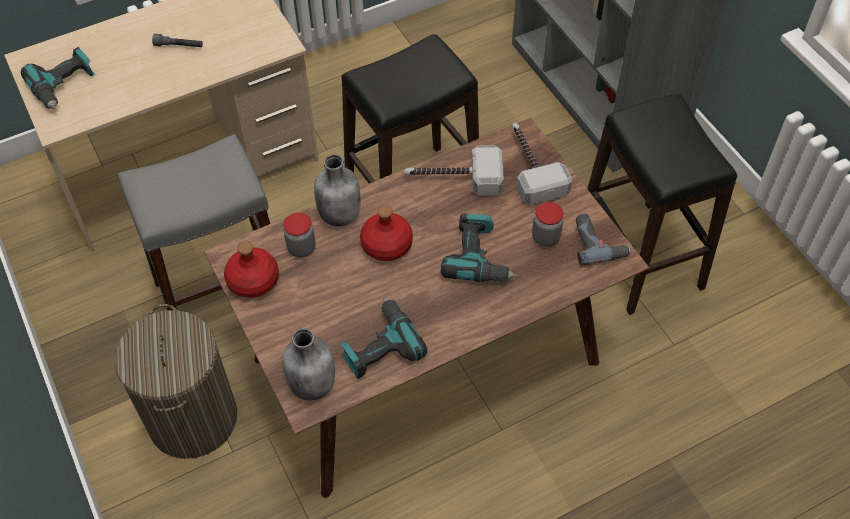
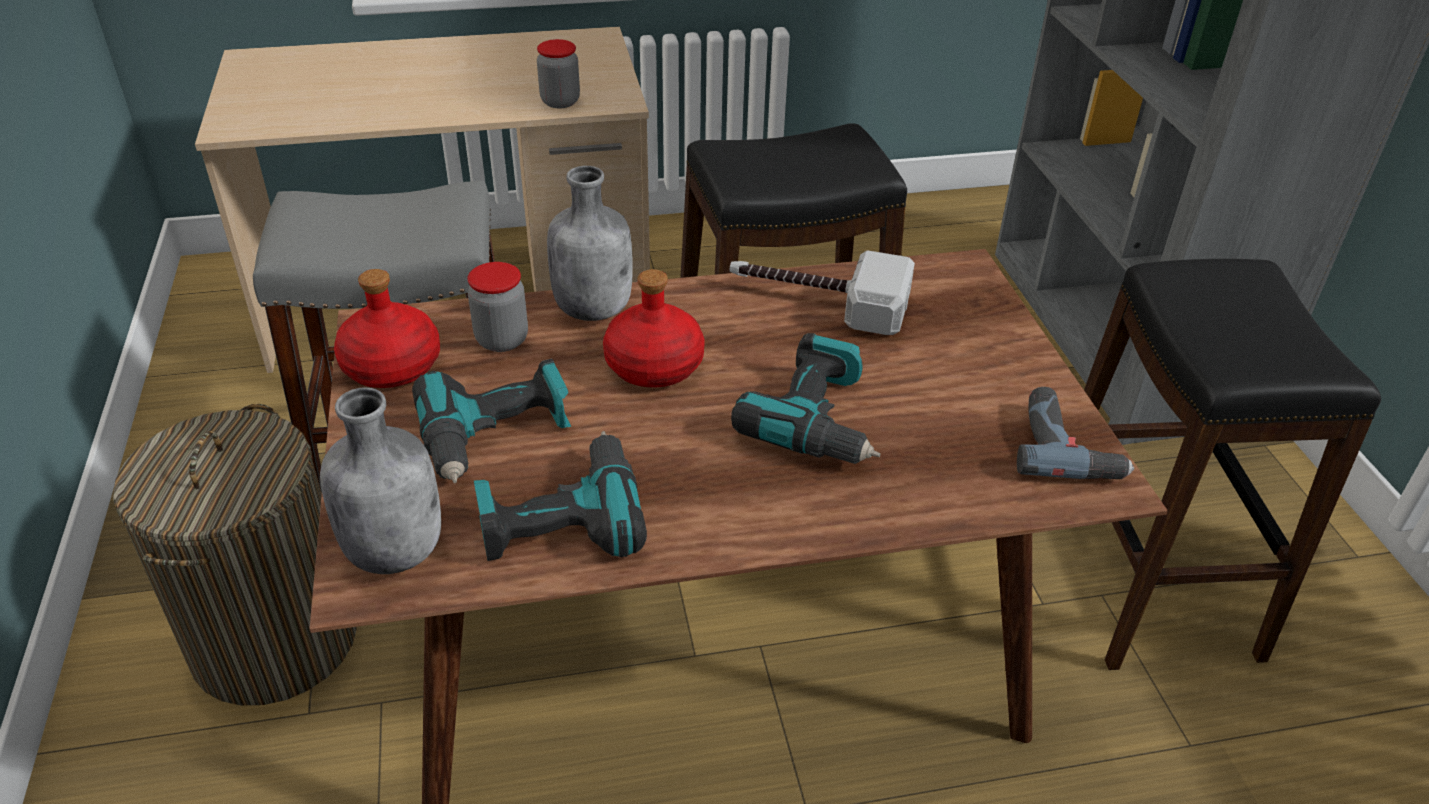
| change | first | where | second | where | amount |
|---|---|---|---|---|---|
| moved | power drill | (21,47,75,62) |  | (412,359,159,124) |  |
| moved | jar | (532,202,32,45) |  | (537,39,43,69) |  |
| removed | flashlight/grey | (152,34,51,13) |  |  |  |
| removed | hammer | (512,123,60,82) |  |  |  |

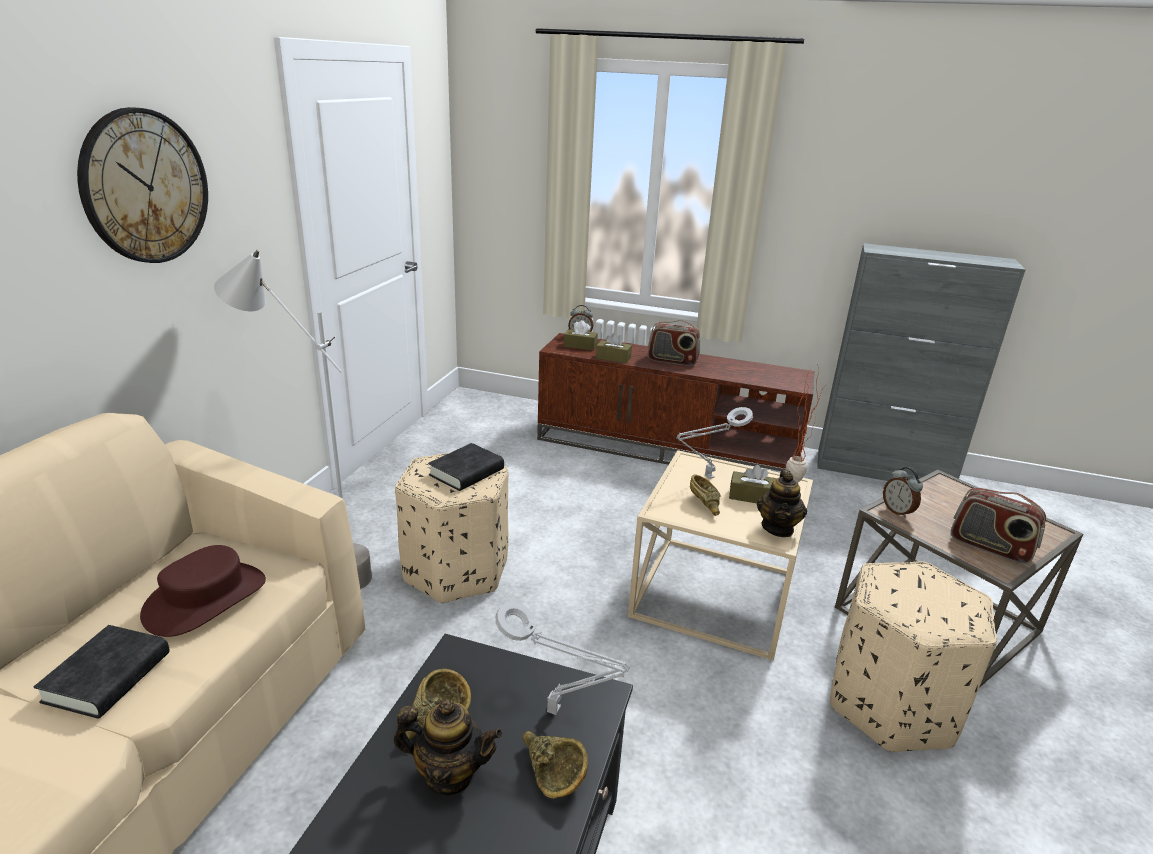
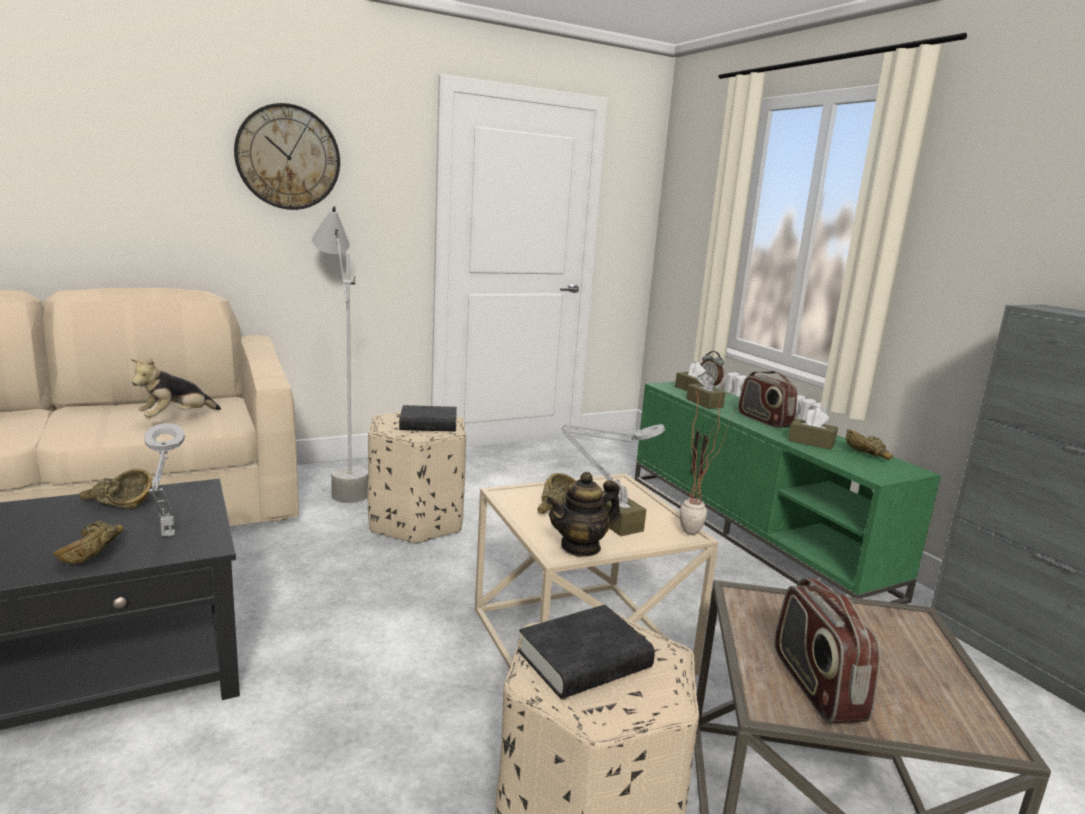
| change | first | where | second | where | amount |
|---|---|---|---|---|---|
| replaced | hat/brown | (140,545,126,92) | plush toy | (131,358,90,60) |  |
| moved | book/black | (34,625,136,93) |  | (518,605,137,94) |  |
| recoloured | tv stand/brown | (537,333,278,138) | tv stand/green | (635,381,306,223) |  |
| added |  |  | tissue box/brown | (788,408,50,42) |  |
| added |  |  | bowl/brown | (846,429,47,31) |  |
| removed | teapot | (394,699,108,96) |  |  |  |
| removed | alarm clock | (883,467,40,51) |  |  |  |

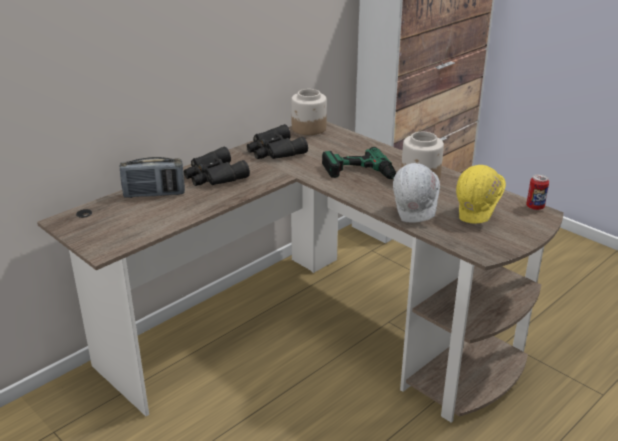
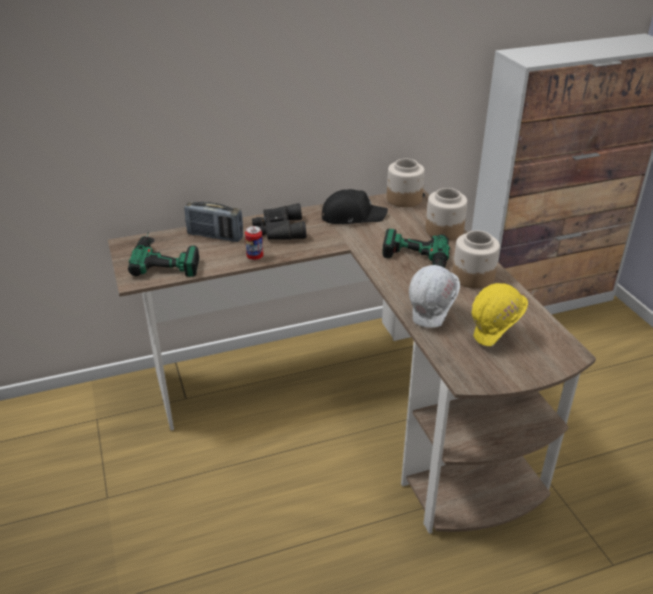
| change | first | where | second | where | amount |
|---|---|---|---|---|---|
| added |  |  | power drill | (128,231,71,46) |  |
| moved | can | (526,174,23,36) |  | (245,226,18,34) |  |
| replaced | binoculars/black | (247,124,61,35) | cap/black | (322,189,66,35) |  |
| added |  |  | jar | (425,188,43,52) |  |

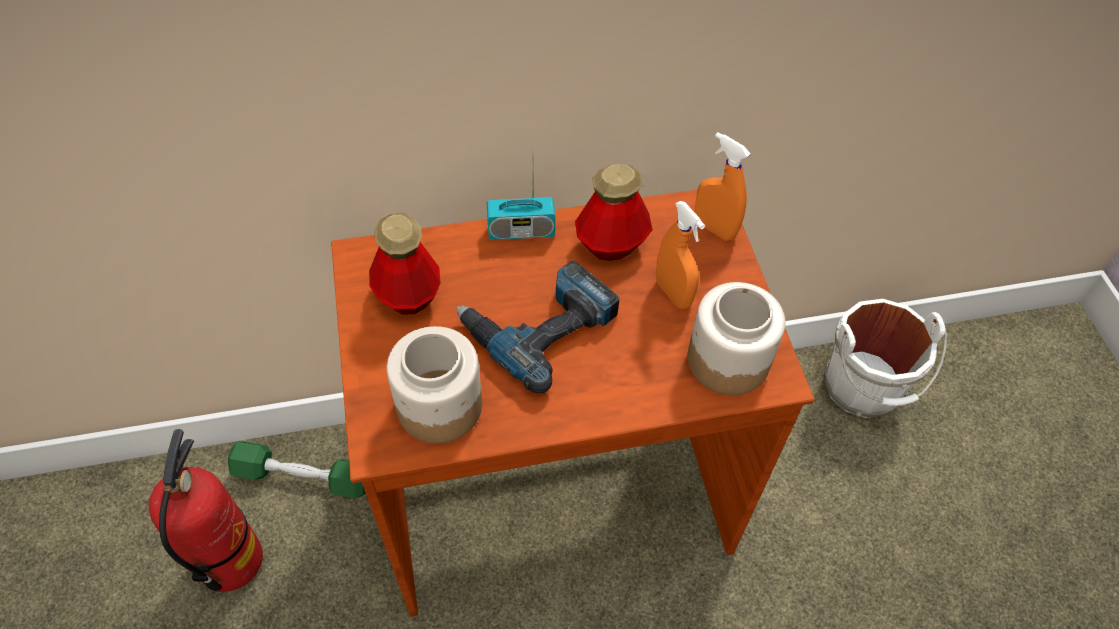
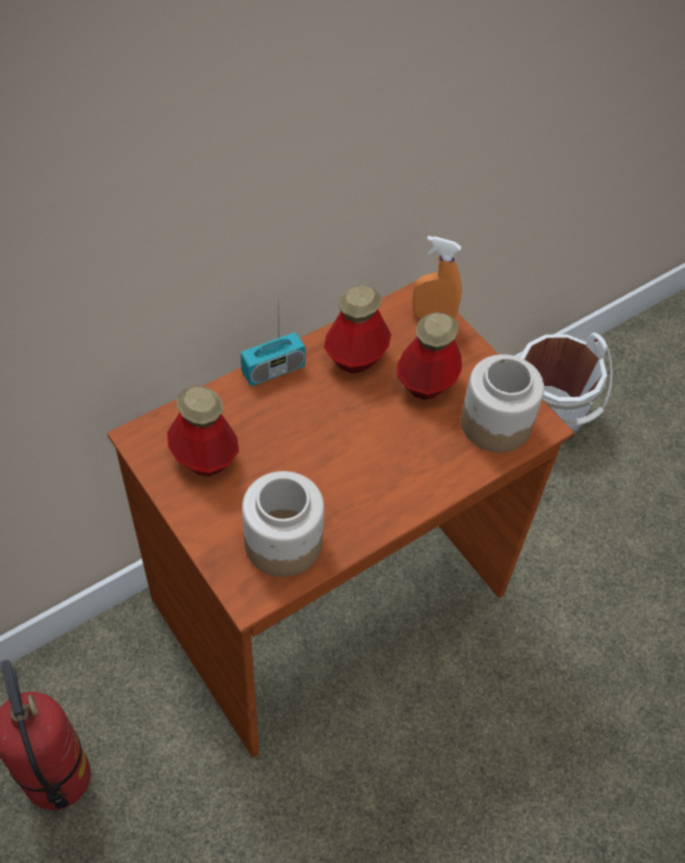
| change | first | where | second | where | amount |
|---|---|---|---|---|---|
| replaced | spray bottle/orange | (656,201,49,108) | bottle | (397,312,65,88) |  |
| removed | dumbbell/green | (228,442,138,56) |  |  |  |
| removed | power drill | (457,260,162,134) |  |  |  |

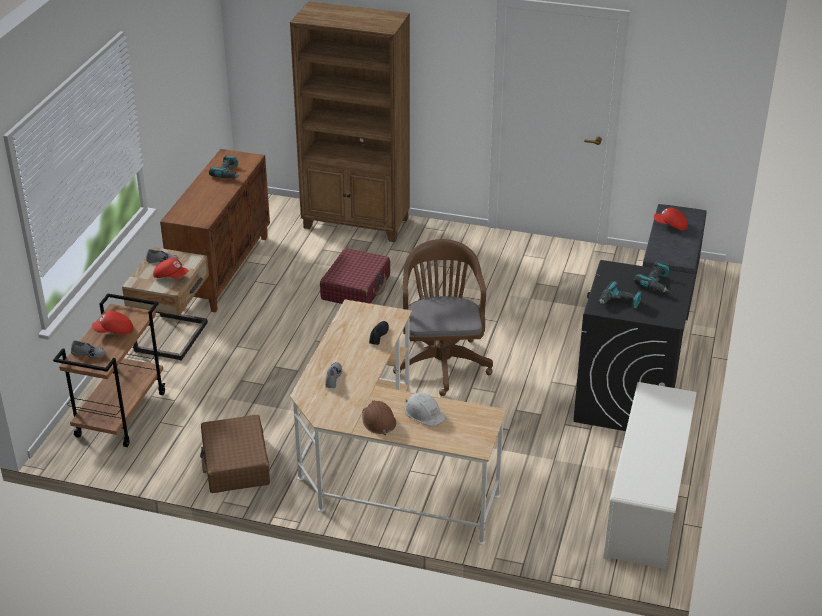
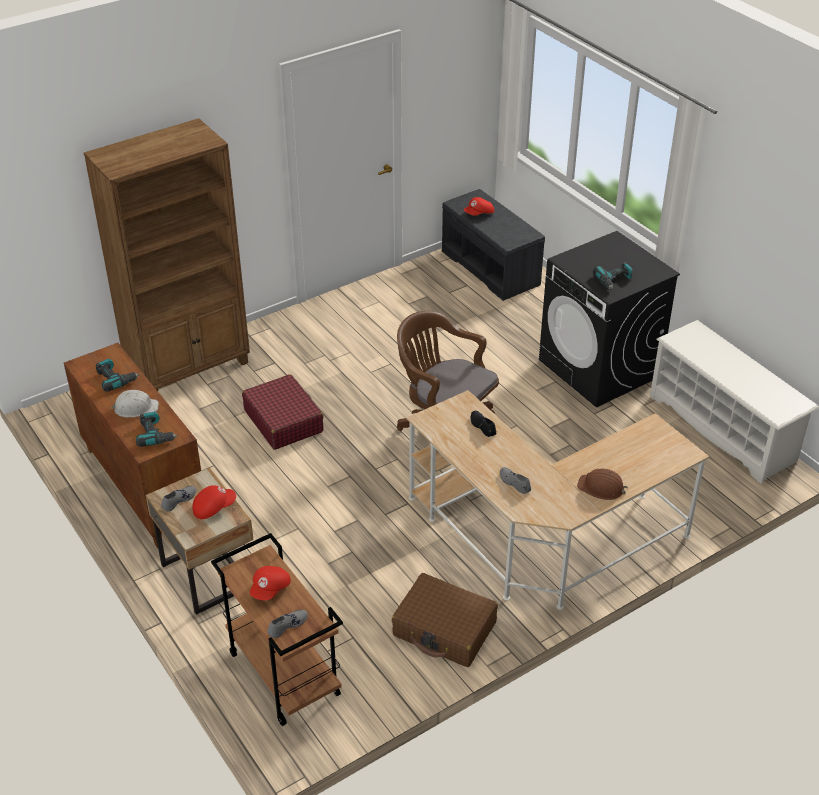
| change | first | where | second | where | amount |
|---|---|---|---|---|---|
| moved | hard hat/white | (405,393,41,34) |  | (111,390,48,28) |  |
| moved | power drill | (634,262,35,31) |  | (136,412,42,35) |  |

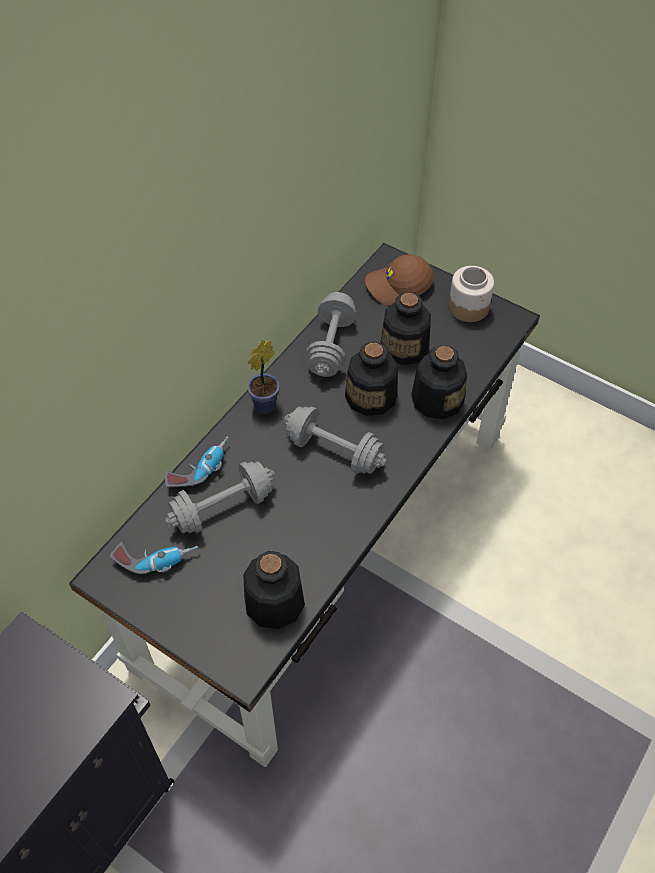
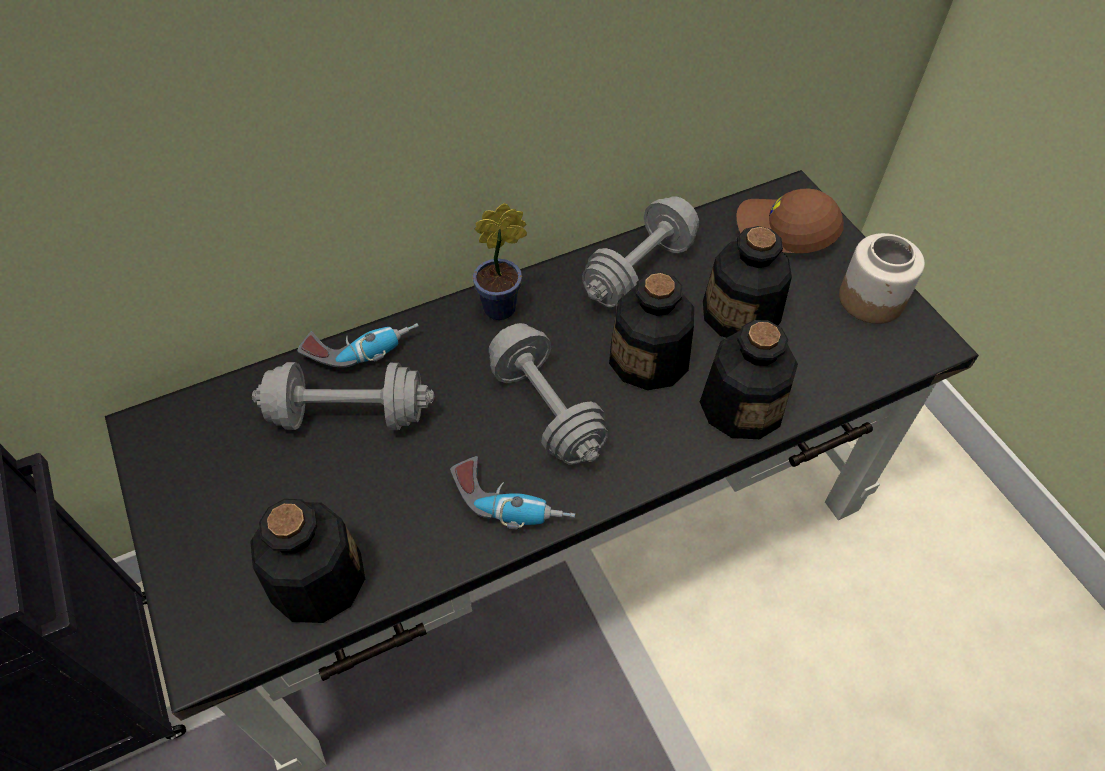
| change | first | where | second | where | amount |
|---|---|---|---|---|---|
| moved | power drill | (110,542,88,32) |  | (450,456,125,74) |  |

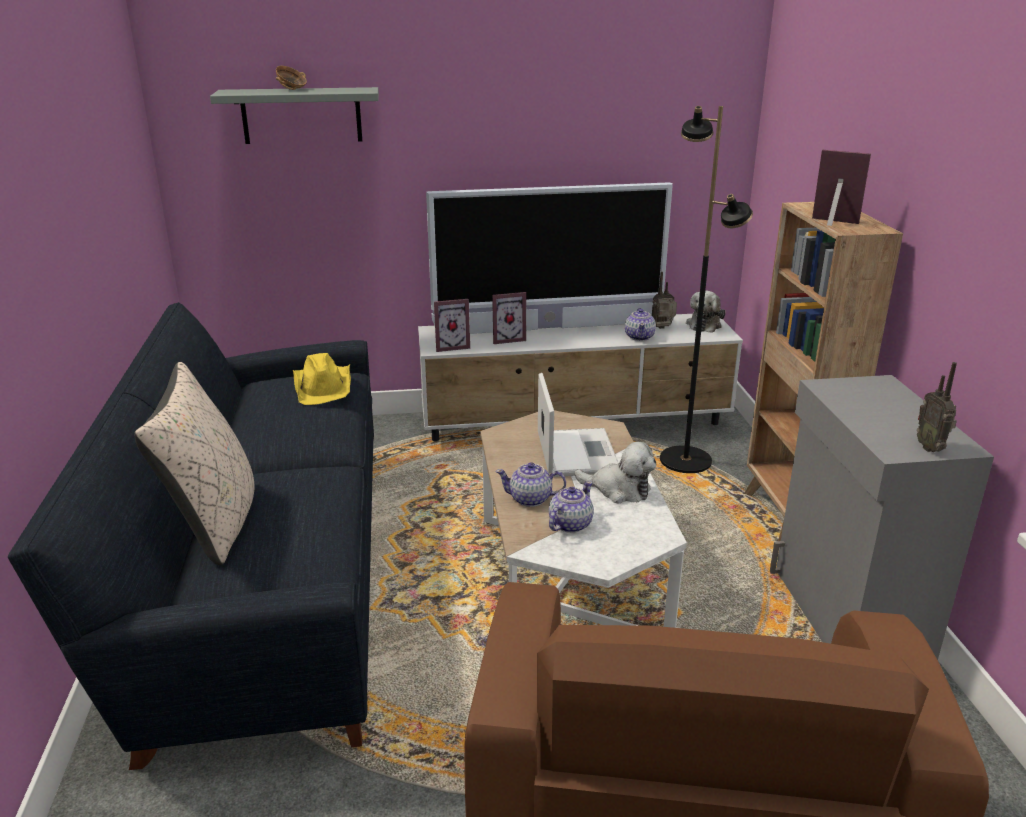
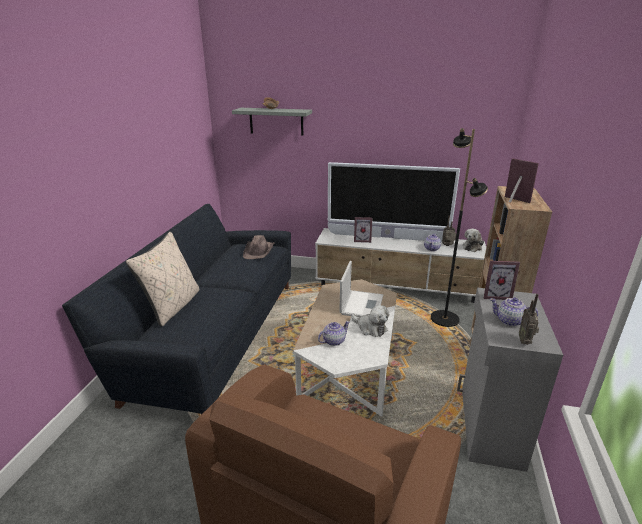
| change | first | where | second | where | amount |
|---|---|---|---|---|---|
| recoloured | hat/yellow | (293,353,58,52) | hat/brown | (243,235,32,24) |  |
| moved | picture frame | (434,299,36,53) |  | (484,261,36,39) |  |
| moved | teapot | (495,462,71,45) |  | (490,297,48,29) |  |

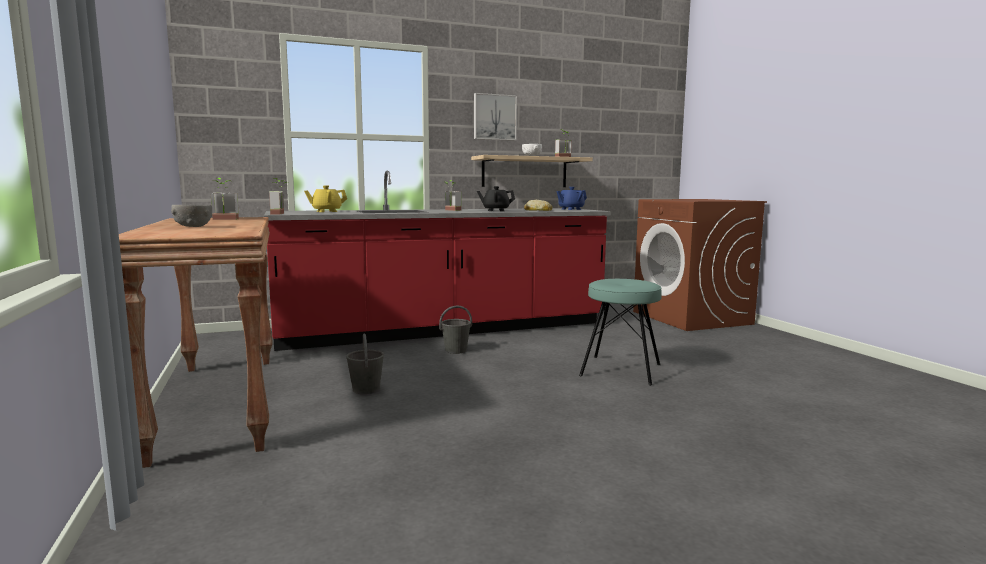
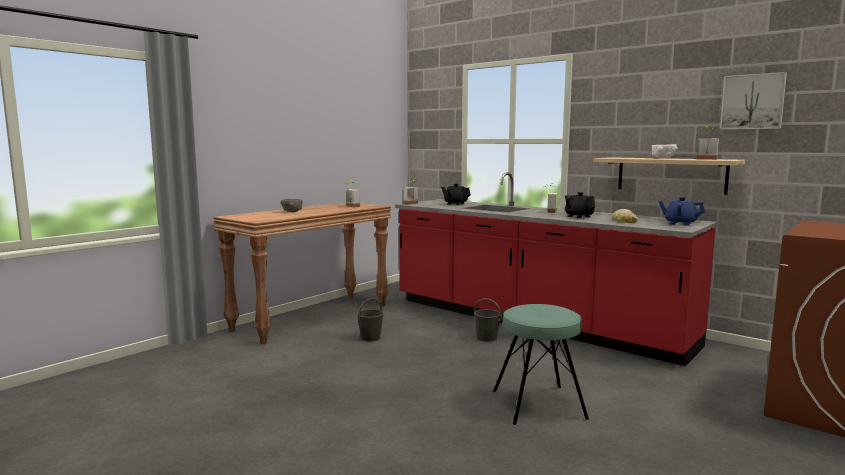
| change | first | where | second | where | amount |
|---|---|---|---|---|---|
| recoloured | teapot/yellow | (304,185,43,27) | teapot/black | (441,184,30,21) |  |
| moved | picture | (474,93,43,48) |  | (720,72,67,58) |  |

